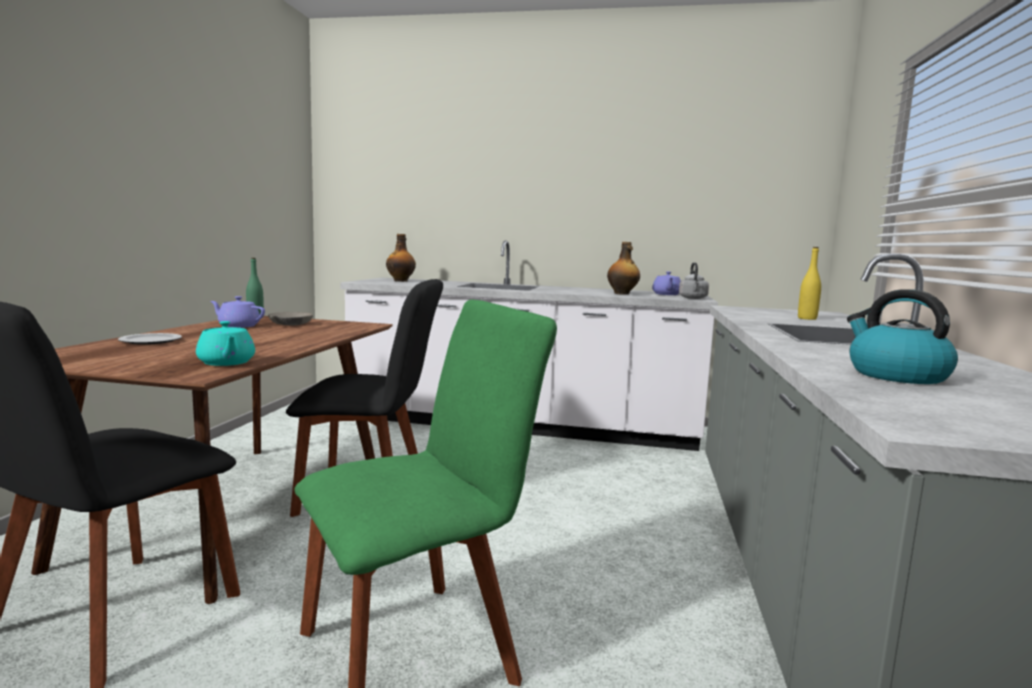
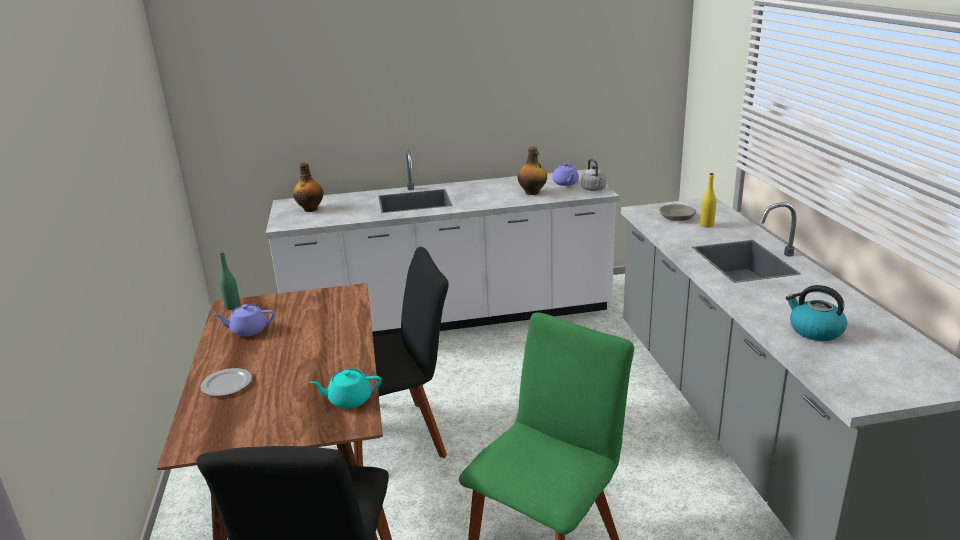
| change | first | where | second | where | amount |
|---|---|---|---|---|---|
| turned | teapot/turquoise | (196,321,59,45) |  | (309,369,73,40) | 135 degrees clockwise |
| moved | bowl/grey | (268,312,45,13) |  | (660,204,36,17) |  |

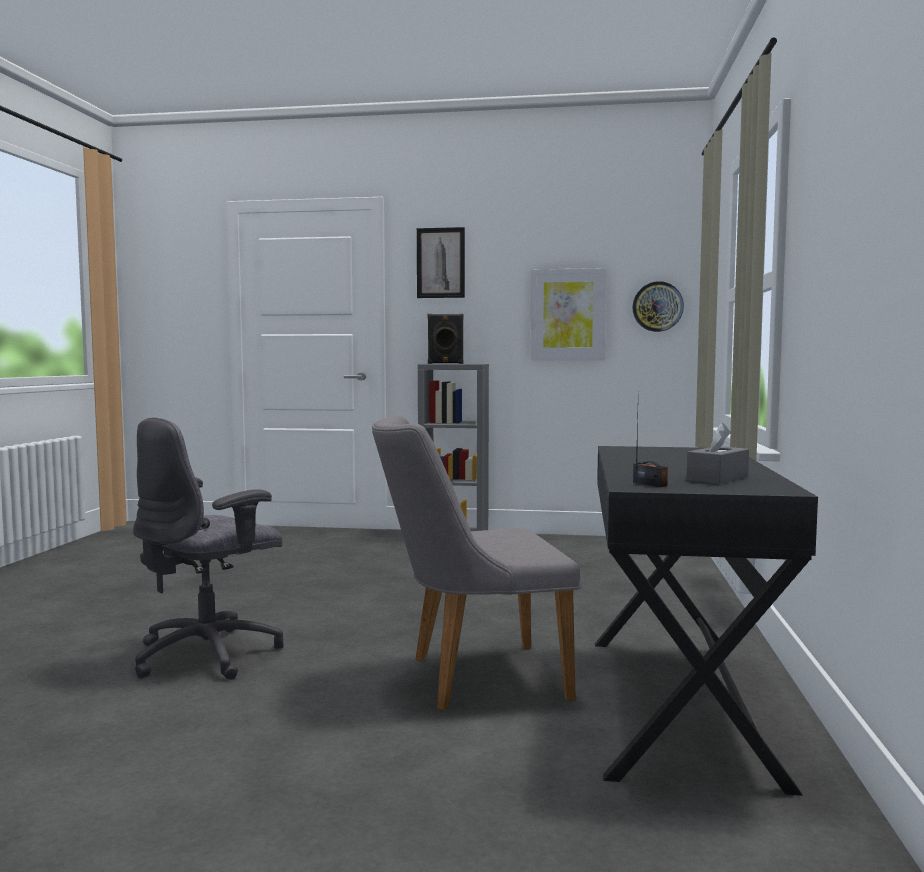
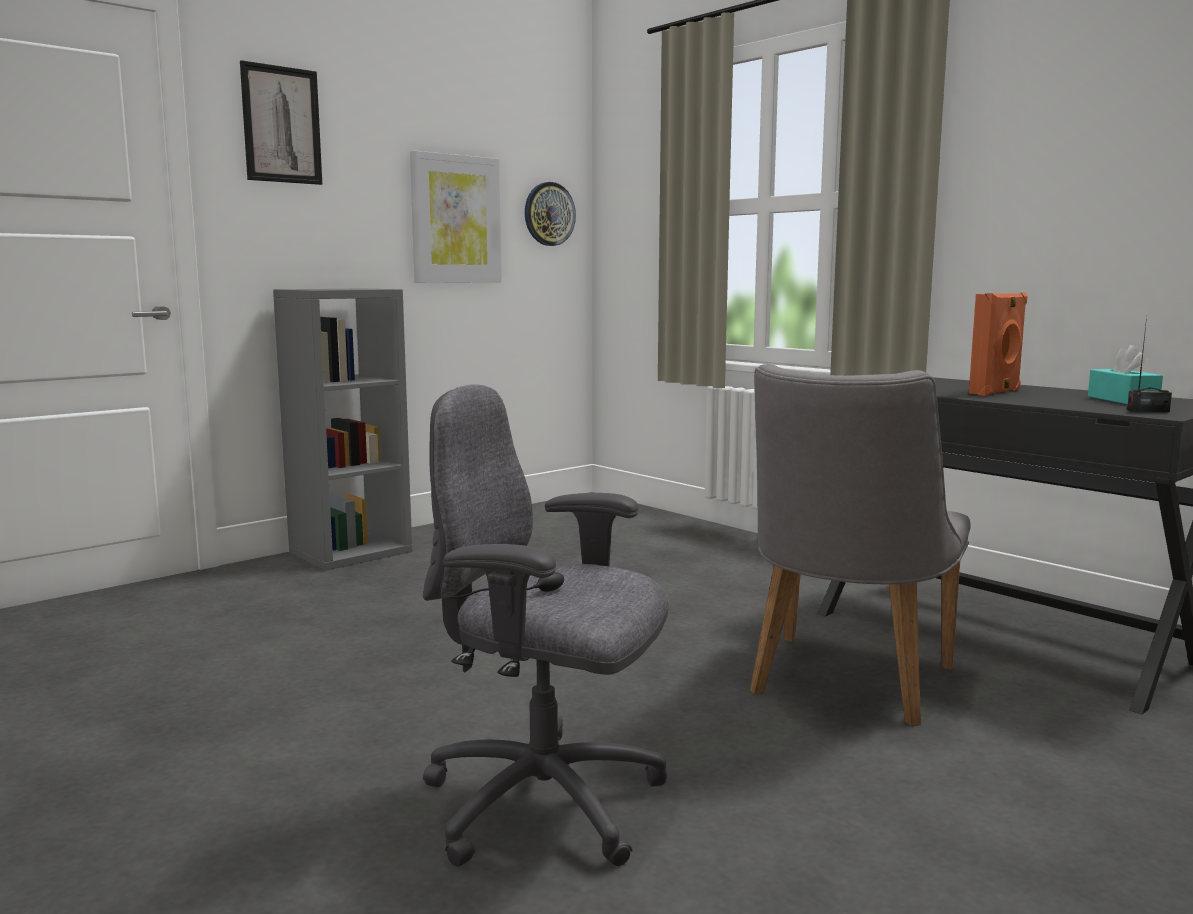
| change | first | where | second | where | amount |
|---|---|---|---|---|---|
| turned | office chair/grey | (133,417,151,263) |  | (423,384,246,483) | 120 degrees clockwise |
| added |  |  | speaker/orange | (969,292,58,104) |  |
| recoloured | tissue box/grey | (686,423,63,61) | tissue box/turquoise | (1088,345,75,59) |  |
| removed | speaker/black | (428,314,35,50) |  |  |  |

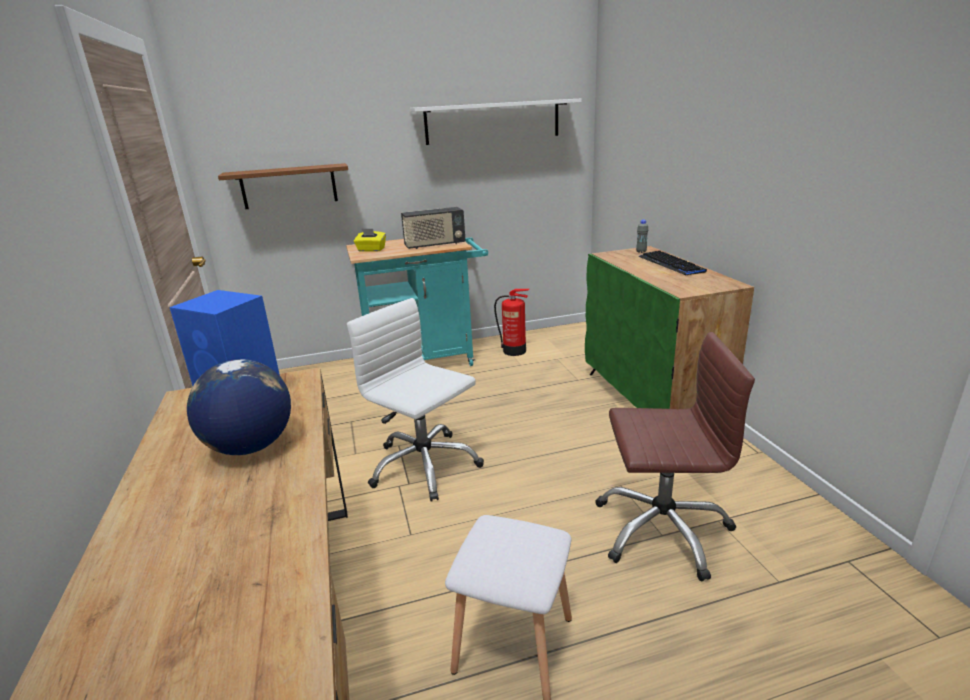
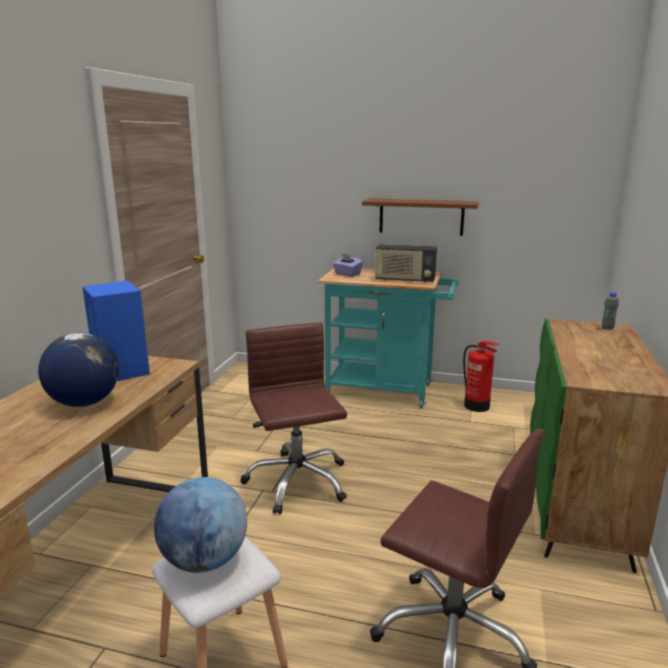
| change | first | where | second | where | amount |
|---|---|---|---|---|---|
| added |  |  | globe | (154,477,93,96) |  |
| recoloured | office chair/white | (347,298,137,204) | office chair/brown | (240,323,107,192) |  |
| recoloured | tissue box/yellow | (354,228,32,24) | tissue box/purple | (333,253,30,24) |  |
| moved | shelf/brown | (218,163,130,46) |  | (362,199,117,37) |  |
| removed | shelf/white | (410,99,172,46) |  |  |  |
| removed | keyboard | (639,251,68,24) |  |  |  |

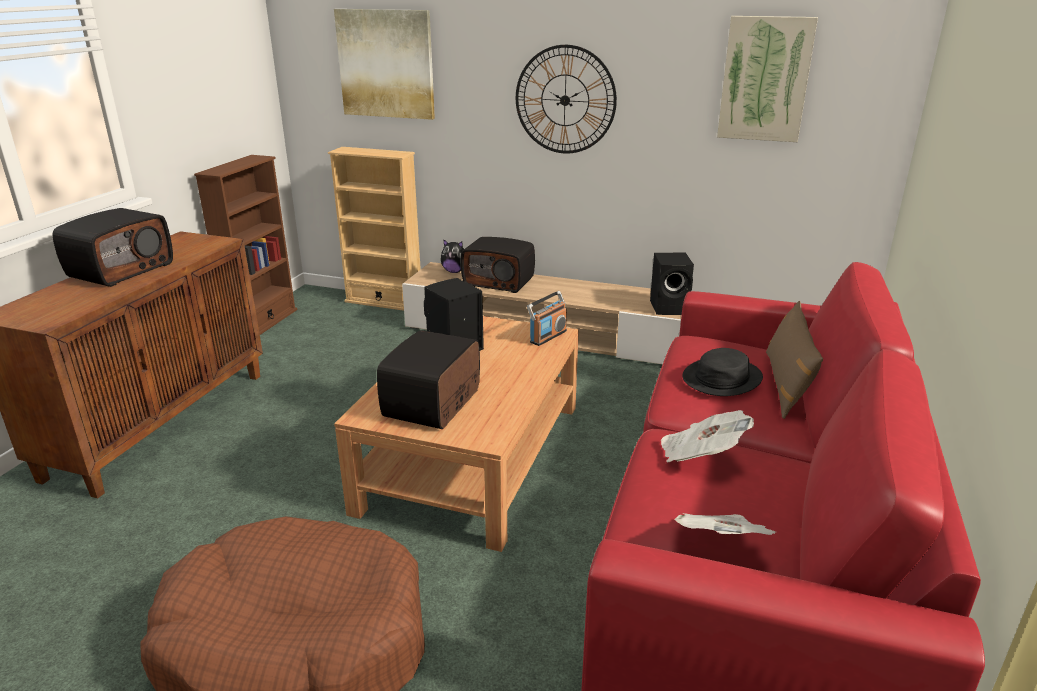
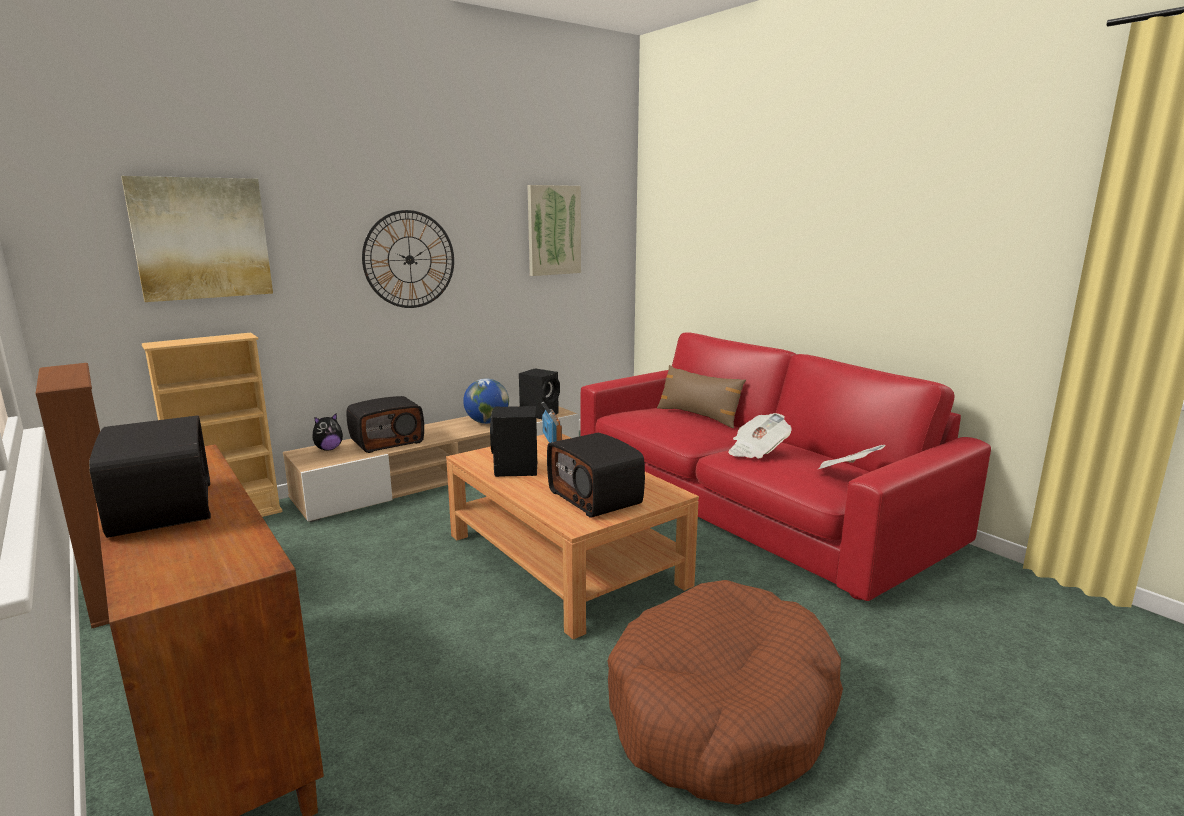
| change | first | where | second | where | amount |
|---|---|---|---|---|---|
| added |  |  | globe | (463,378,46,46) |  |
| removed | hat/black | (682,348,81,48) |  |  |  |

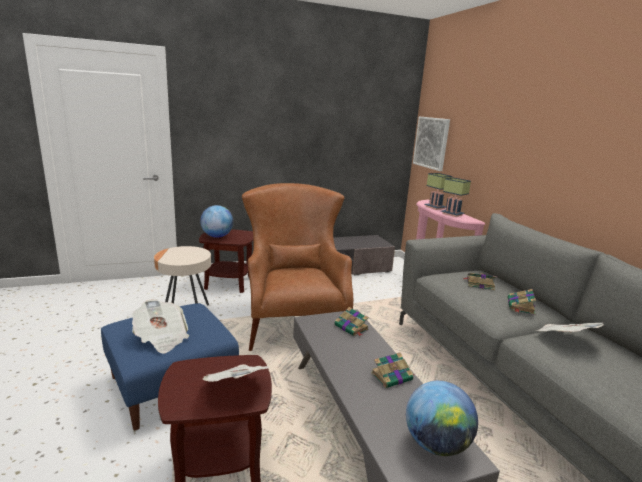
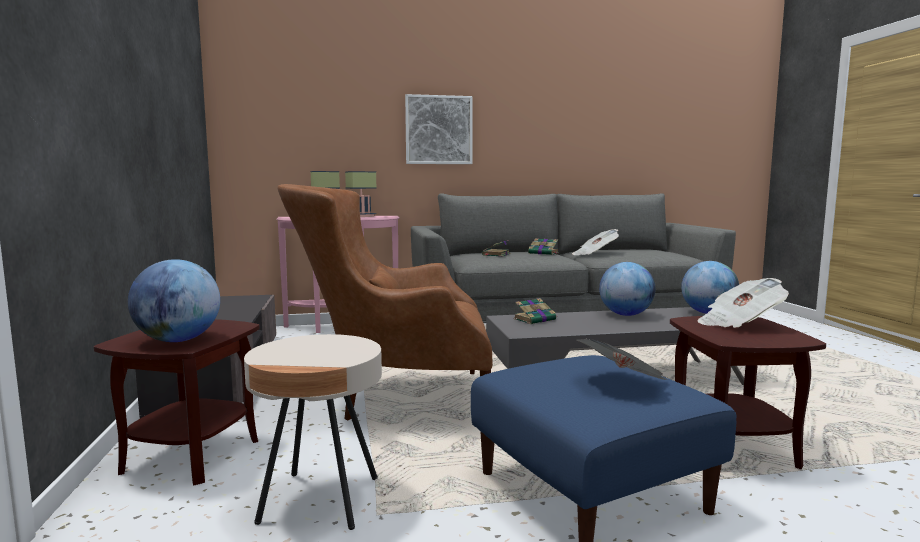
| change | first | where | second | where | amount |
|---|---|---|---|---|---|
| moved | picture | (413,117,37,54) |  | (405,94,68,70) |  |
| replaced | book | (371,352,43,36) | globe | (599,262,57,54) |  |

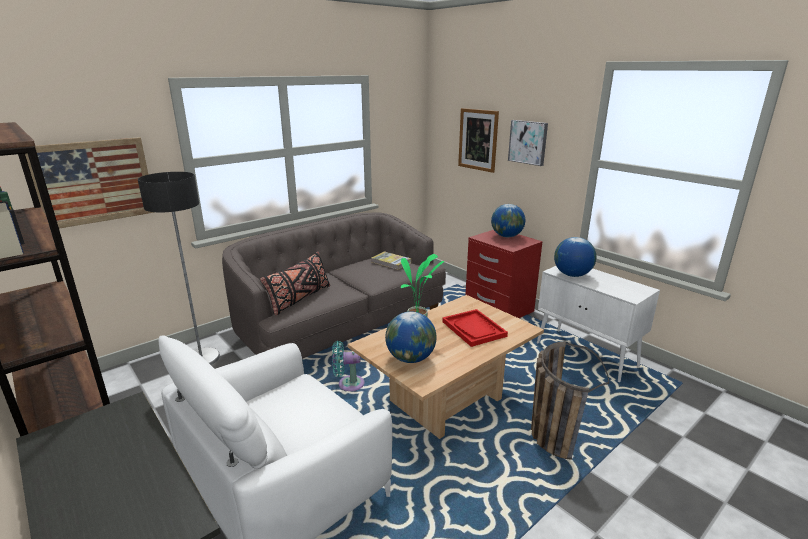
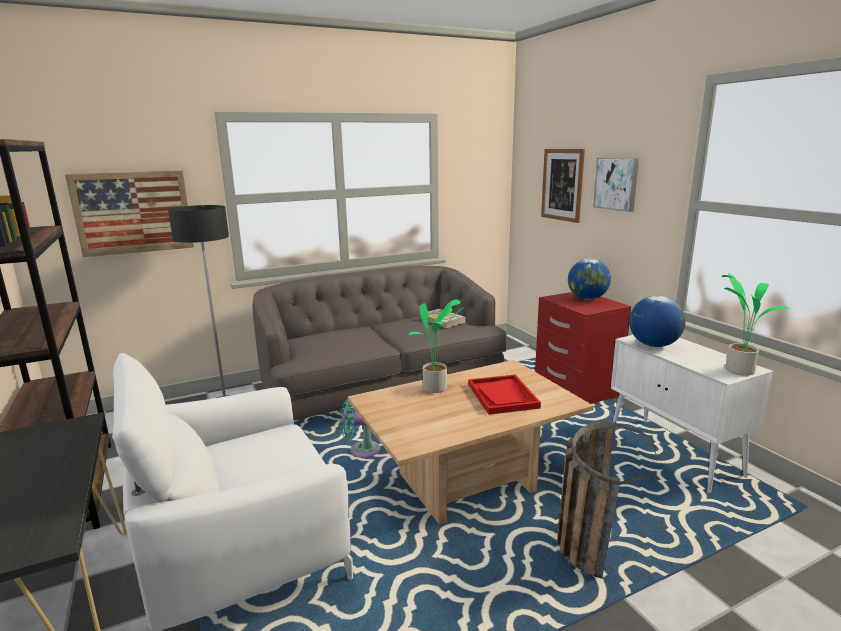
| change | first | where | second | where | amount |
|---|---|---|---|---|---|
| added |  |  | potted plant | (722,274,68,102) |  |
| removed | pillow/black | (260,251,70,64) |  |  |  |
| removed | globe | (385,311,51,52) |  |  |  |

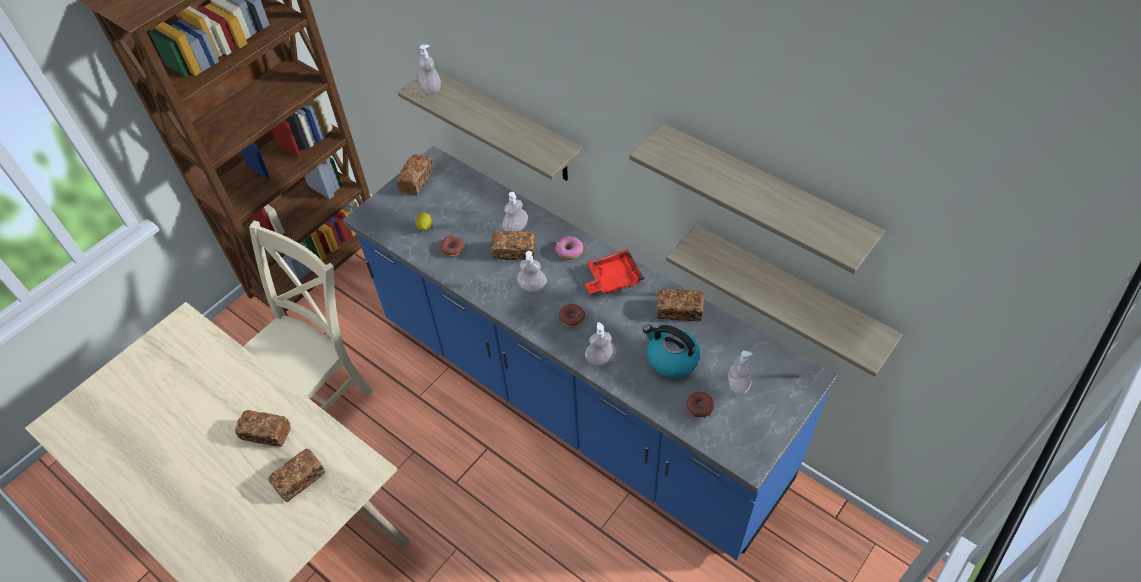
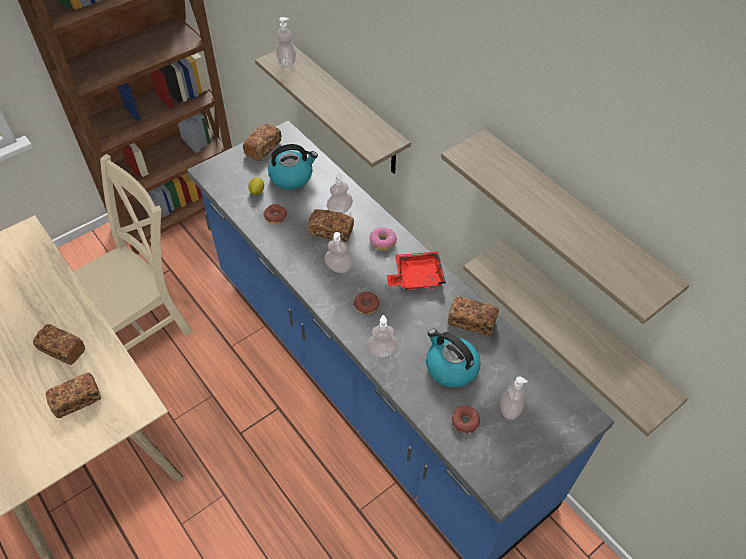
| change | first | where | second | where | amount |
|---|---|---|---|---|---|
| added |  |  | kettle | (268,144,50,46) |  |

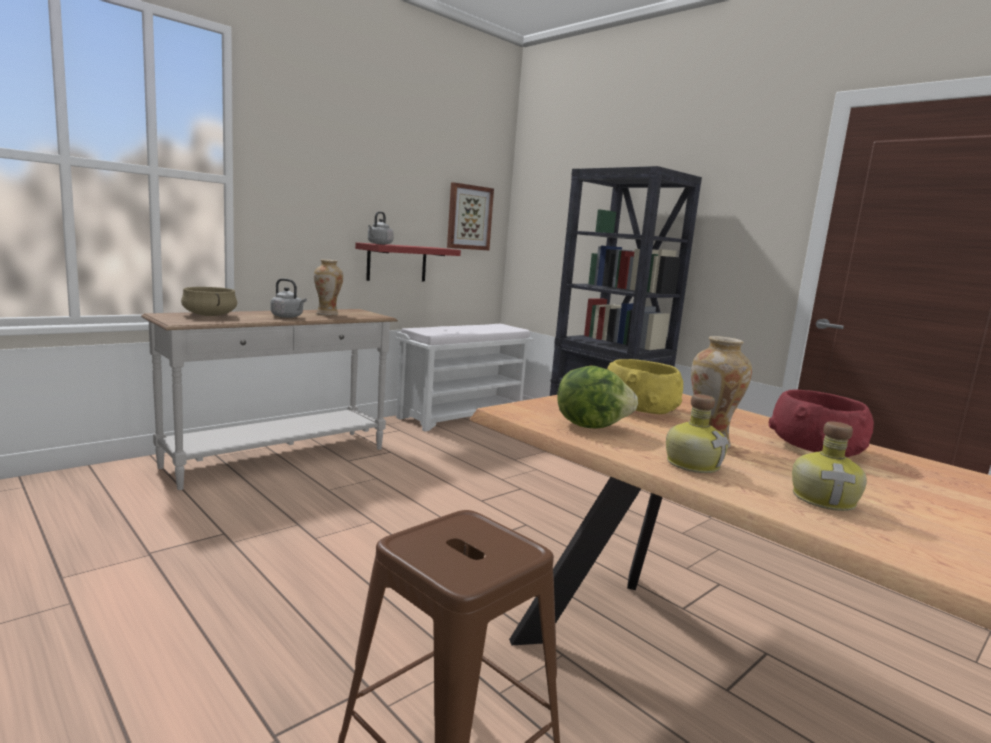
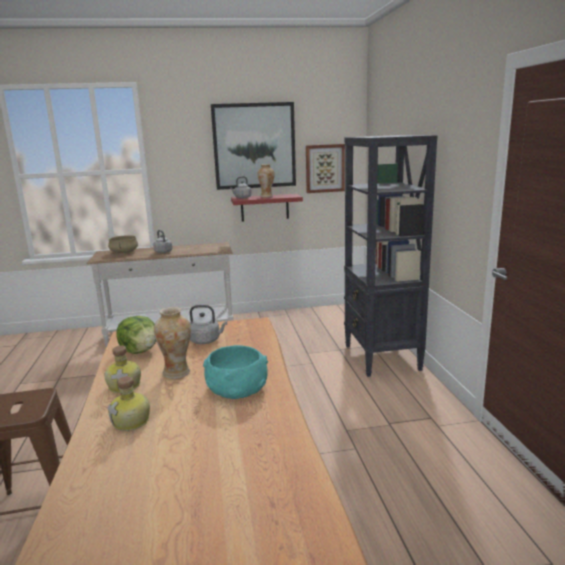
| change | first | where | second | where | amount |
|---|---|---|---|---|---|
| replaced | bowl/yellow | (607,359,76,55) | kettle/grey | (190,305,37,39) |  |
| recoloured | bowl/red | (769,389,105,68) | bowl/turquoise | (203,345,65,54) |  |
| added |  |  | picture | (211,102,85,88) |  |
| moved | vase | (314,259,29,56) |  | (258,164,16,34) |  |
| removed | bench/white | (395,324,139,107) |  |  |  |

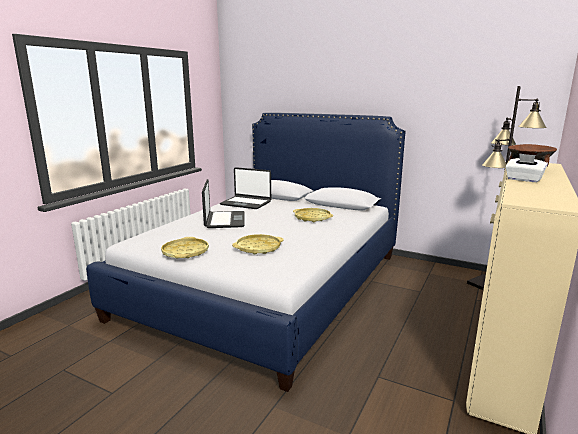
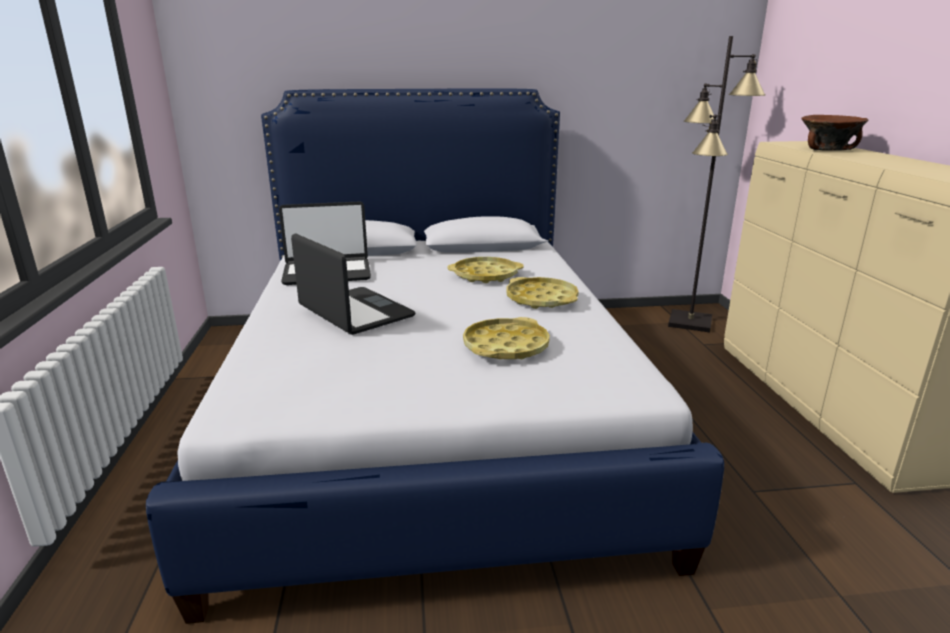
| change | first | where | second | where | amount |
|---|---|---|---|---|---|
| moved | tray/yellow | (161,237,48,21) |  | (506,277,73,32) |  |
| removed | tissue box/white | (506,153,42,29) |  |  |  |

